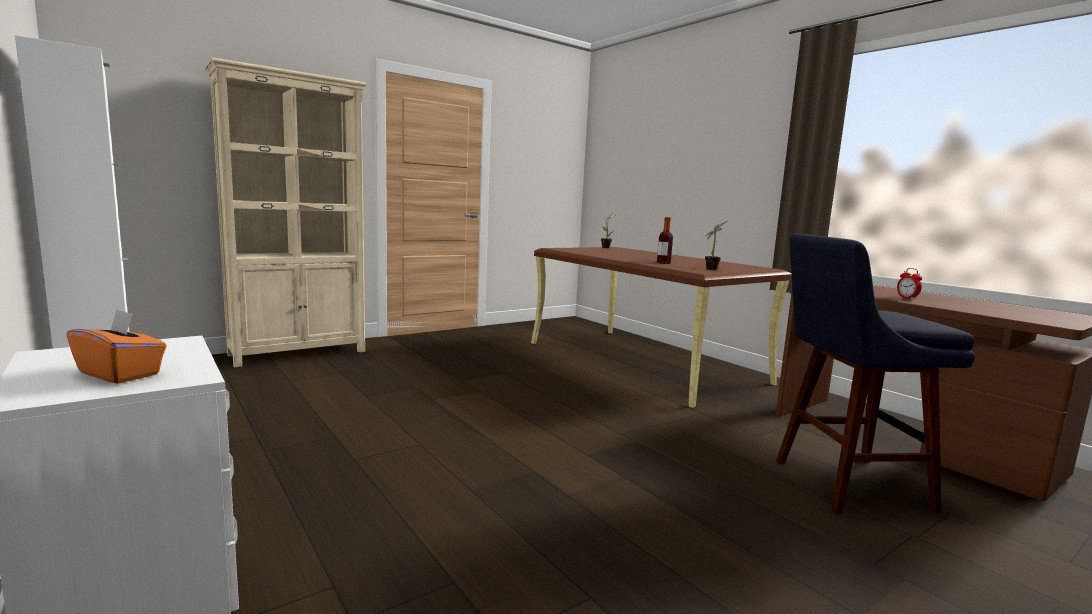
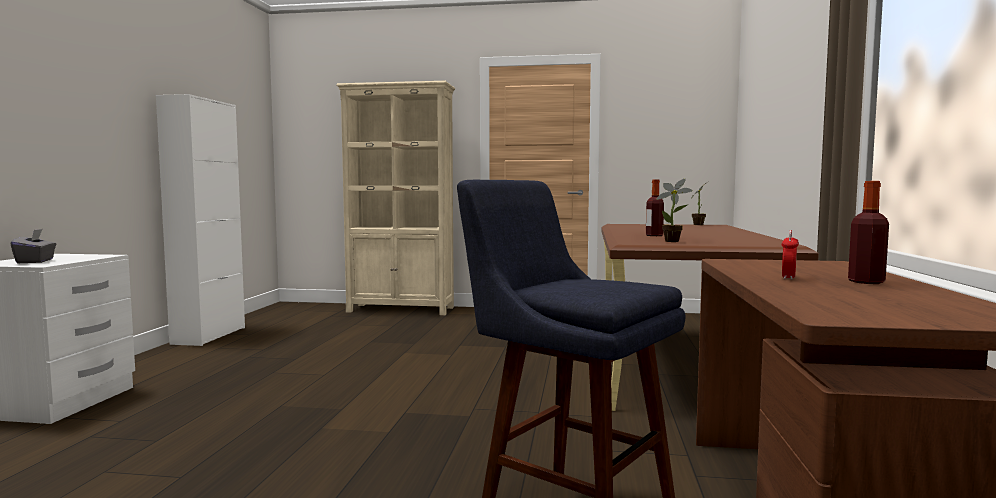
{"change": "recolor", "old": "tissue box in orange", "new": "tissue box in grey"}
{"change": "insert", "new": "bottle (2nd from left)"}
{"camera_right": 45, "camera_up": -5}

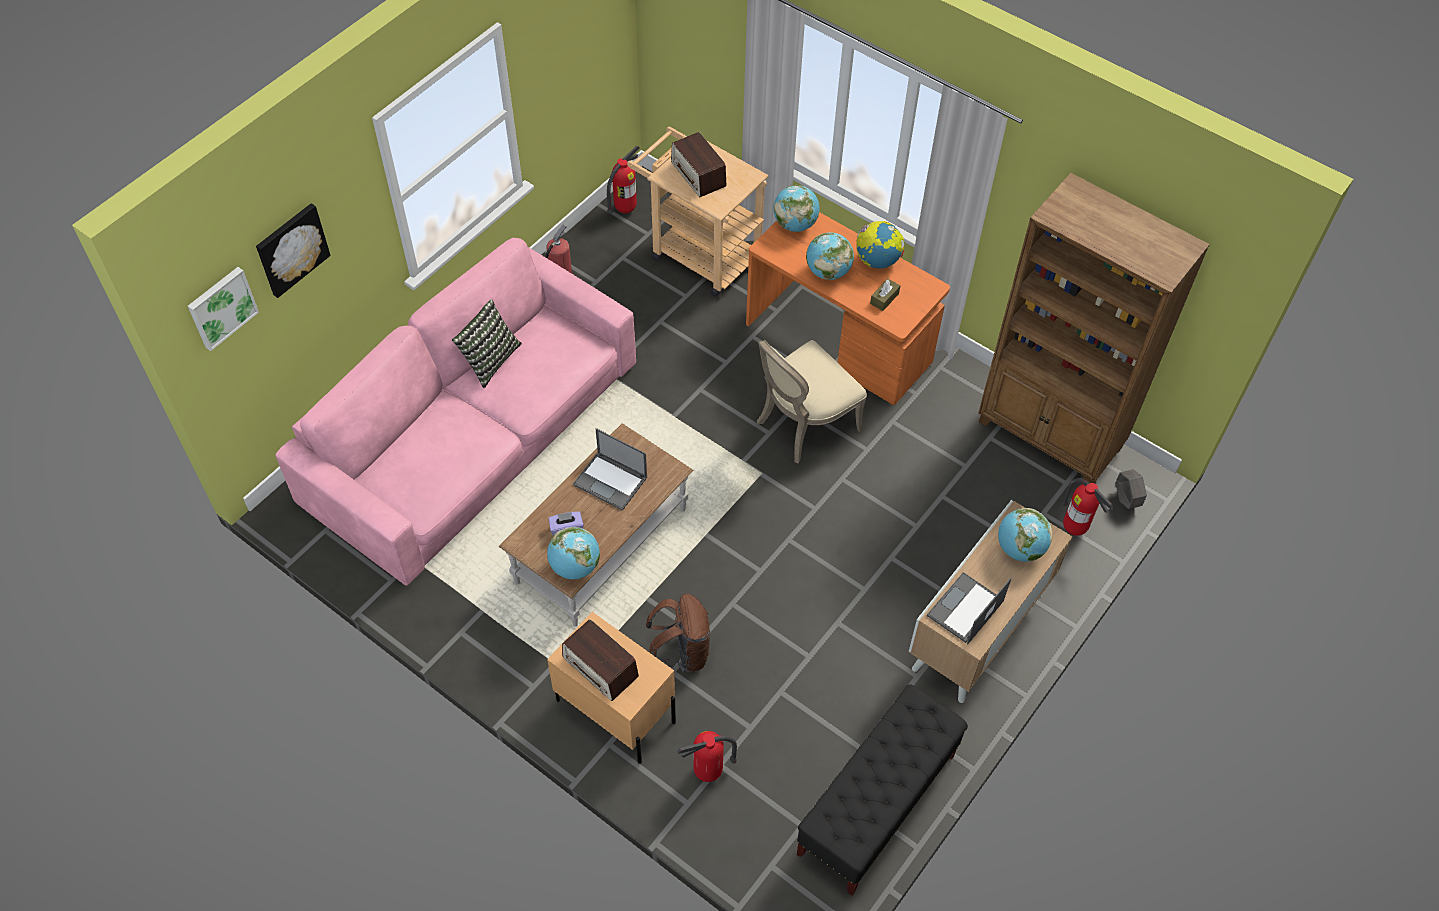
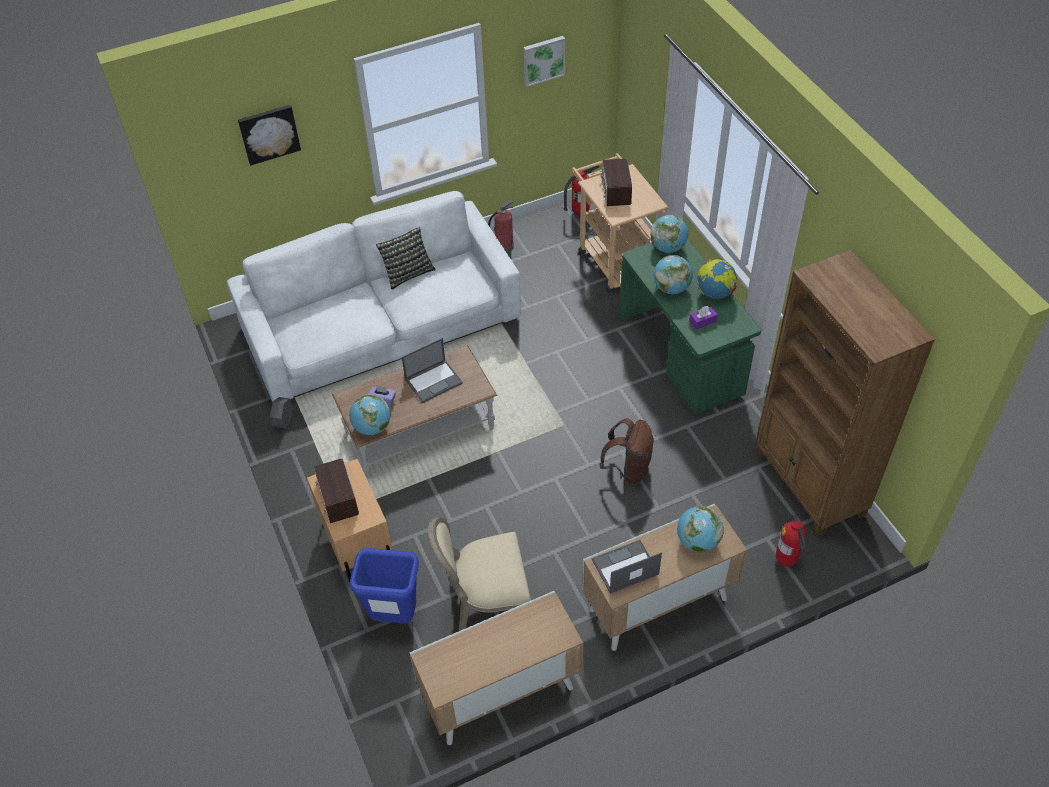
{"change": "move", "old": "picture (1st from left in the first image)", "new": "picture (2nd from left)"}
{"change": "recolor", "old": "sofa in pink", "new": "sofa in white"}
{"change": "rotate", "old": "laptop (1st from left)", "degrees": -90}
{"change": "move", "old": "backpack in brown"}
{"change": "replace", "old": "fire extinguisher (3rd from left)", "new": "trash can in blue"}
{"change": "recolor", "old": "desk in orange", "new": "desk in green"}
{"change": "move", "old": "chair in beige"}
{"change": "replace", "old": "bench in black", "new": "cabinet (1st from left)"}
{"change": "recolor", "old": "tissue box in brown", "new": "tissue box in purple (2nd from left)"}
{"change": "move", "old": "planter in grey"}
{"camera_right": 30, "camera_up": -5}

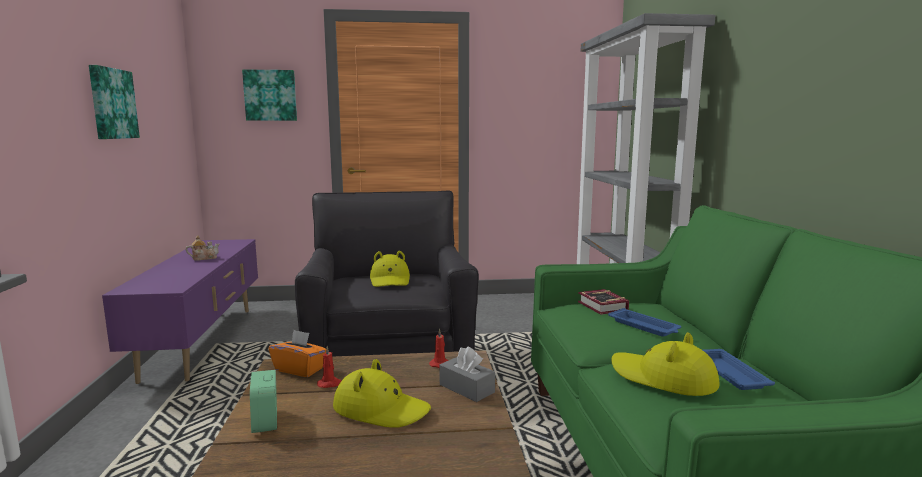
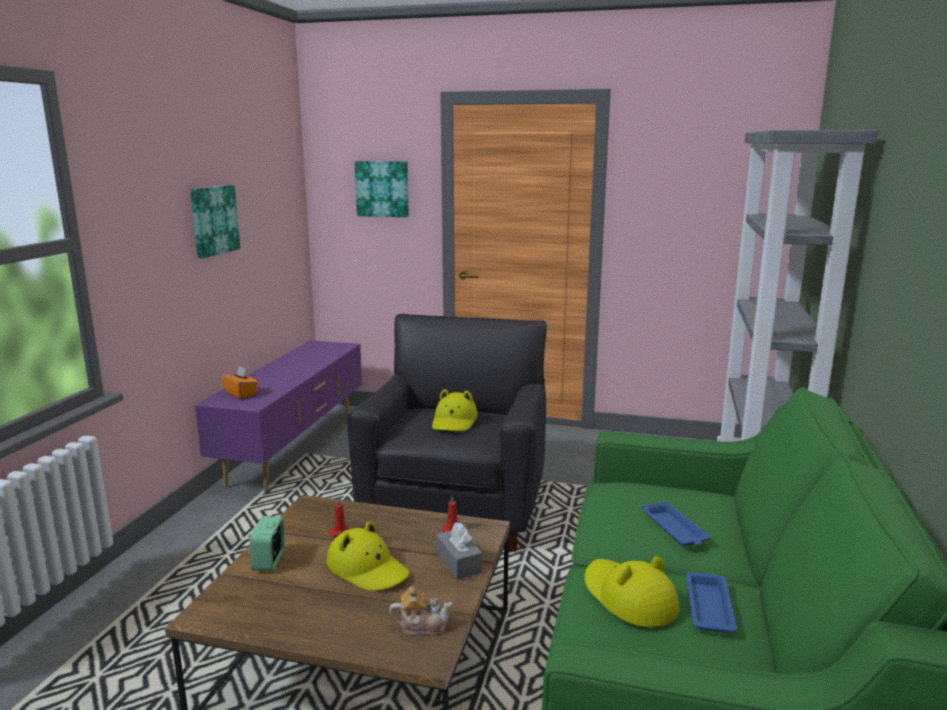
{"change": "move", "old": "teapot"}
{"change": "move", "old": "tissue box in orange"}
{"change": "delete", "old": "book"}
{"camera_right": 20, "camera_up": 5}

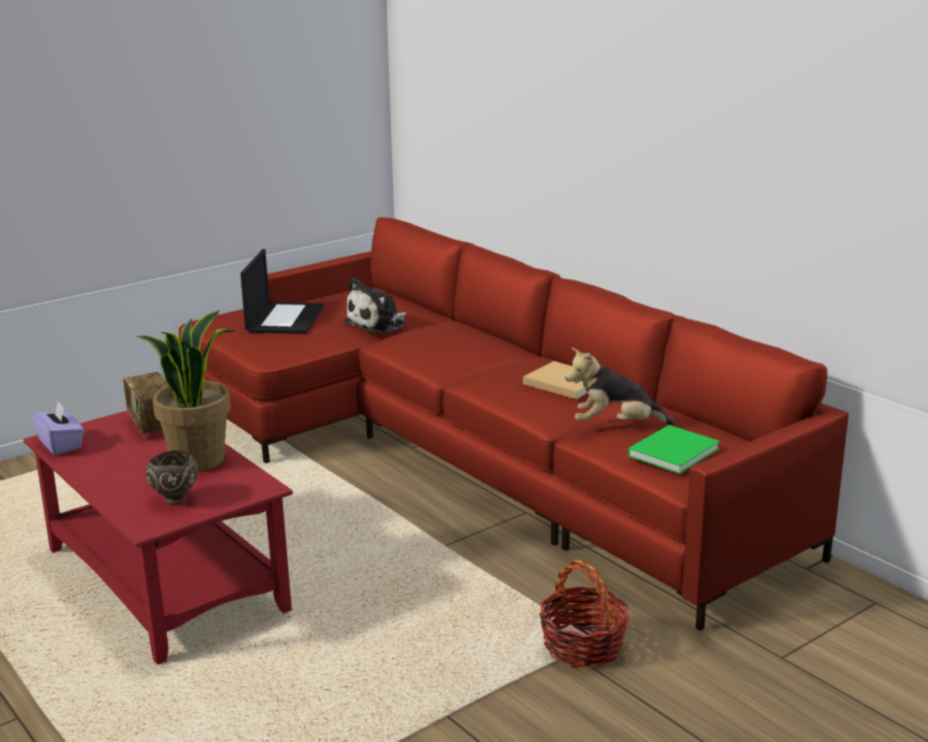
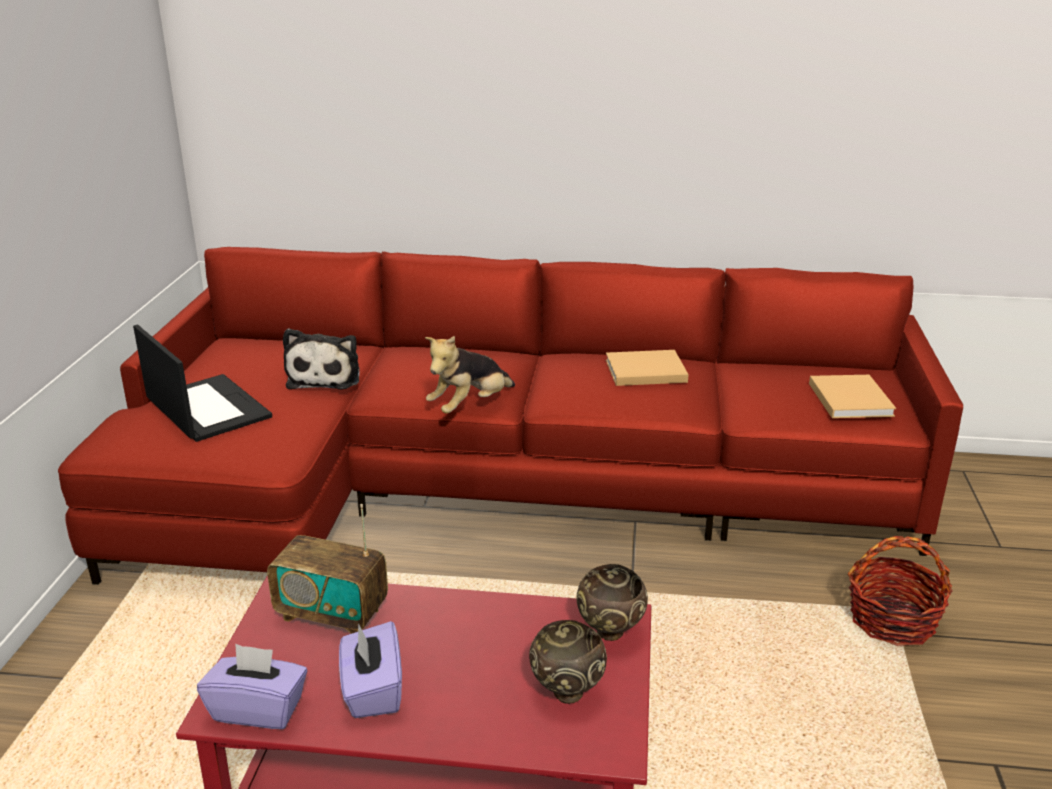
{"change": "delete", "old": "potted plant"}
{"change": "move", "old": "plush toy (2nd from left)"}
{"change": "recolor", "old": "book in green", "new": "book in beige (2nd from left)"}
{"change": "insert", "new": "tissue box in purple (2nd from left)"}
{"change": "insert", "new": "bowl in brown (2nd from left)"}
{"camera_right": -45, "camera_up": 5}

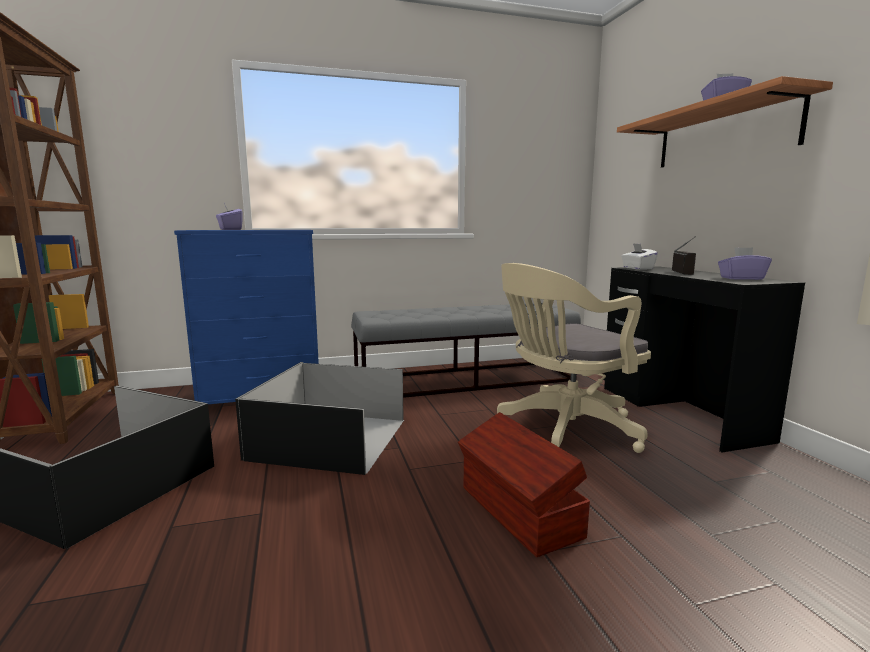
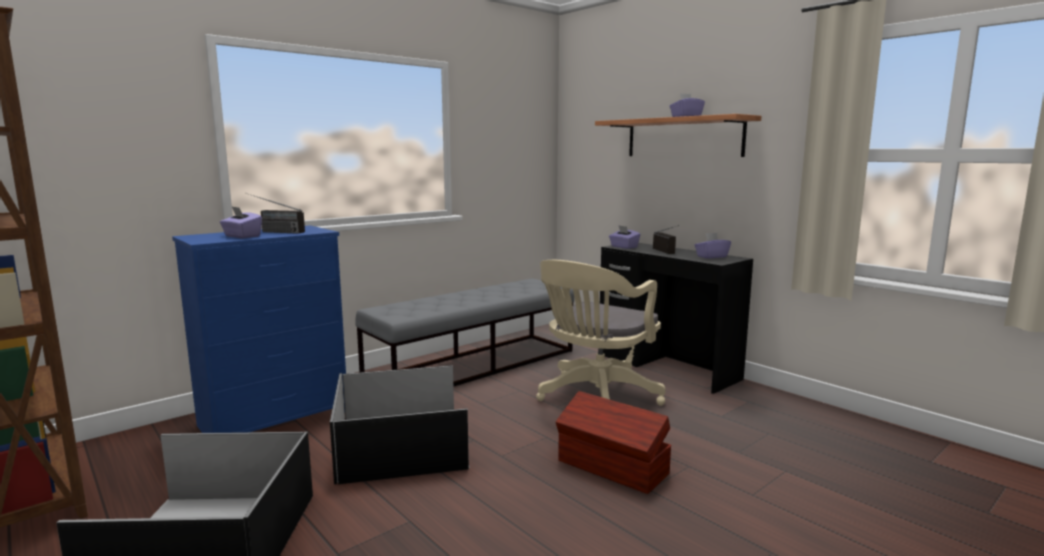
{"change": "recolor", "old": "tissue box in white", "new": "tissue box in purple (2nd from left)"}
{"change": "insert", "new": "radio (1st from left)"}
{"camera_right": -25, "camera_up": 0}

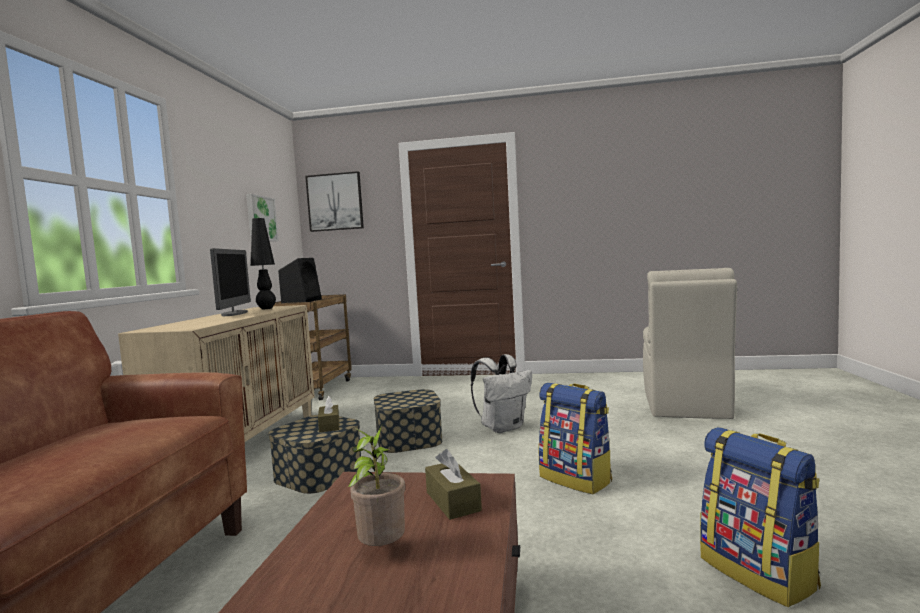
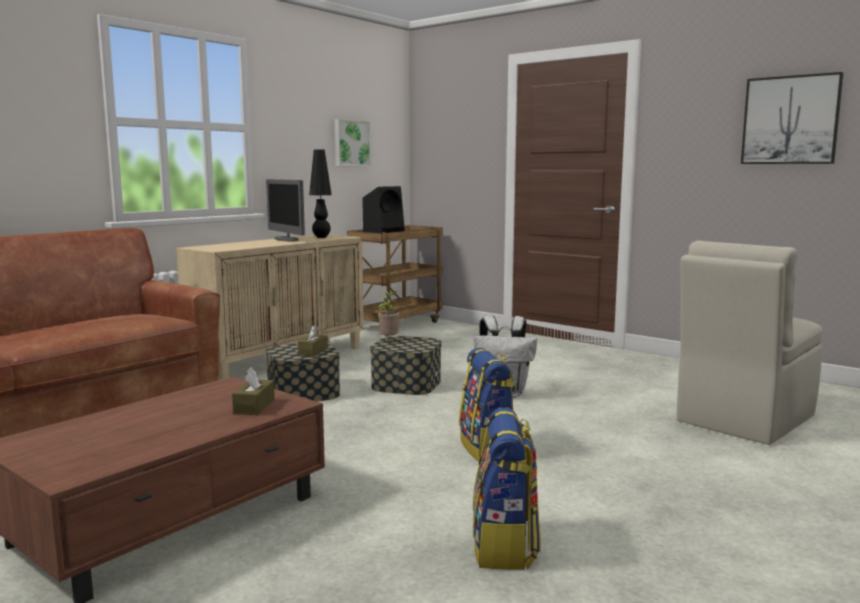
{"change": "rotate", "old": "monitor", "degrees": 120}
{"change": "move", "old": "picture (2nd from left)"}
{"change": "move", "old": "potted plant"}
{"camera_right": 30, "camera_up": 5}

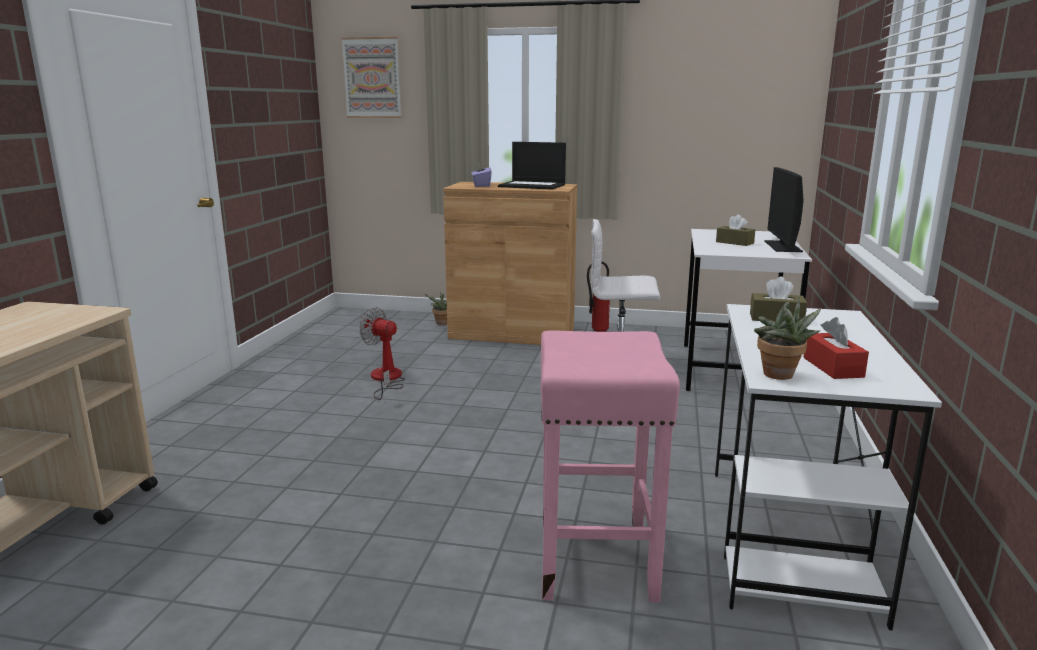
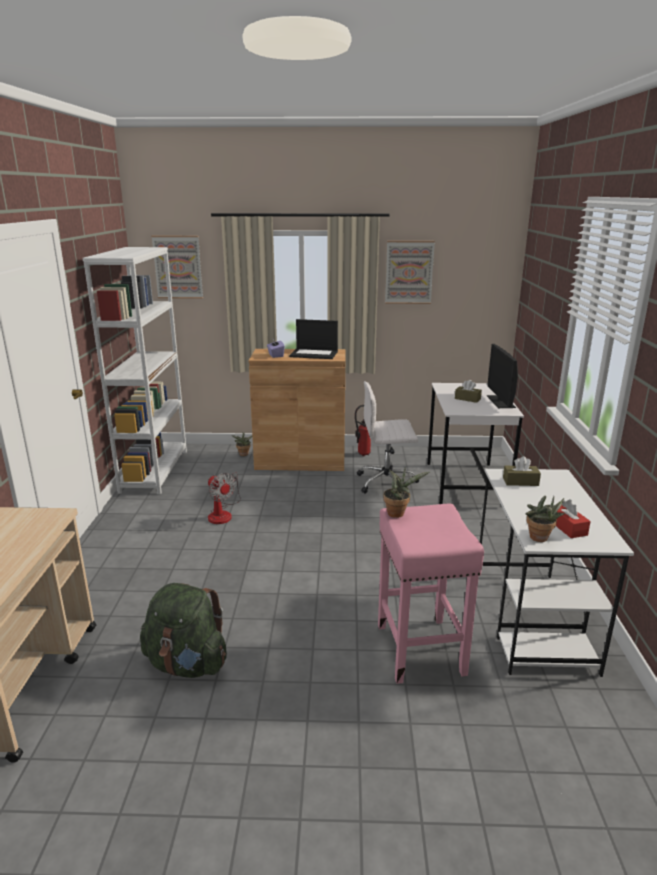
{"change": "rotate", "old": "fan", "degrees": -150}
{"change": "insert", "new": "bookcase in white"}
{"change": "insert", "new": "backpack in green"}
{"change": "insert", "new": "potted plant (2nd from left)"}
{"change": "insert", "new": "picture (2nd from left)"}
{"camera_right": -10, "camera_up": 5}

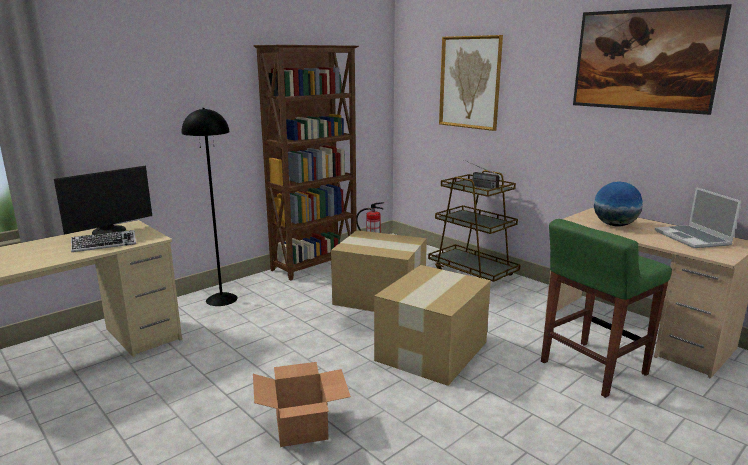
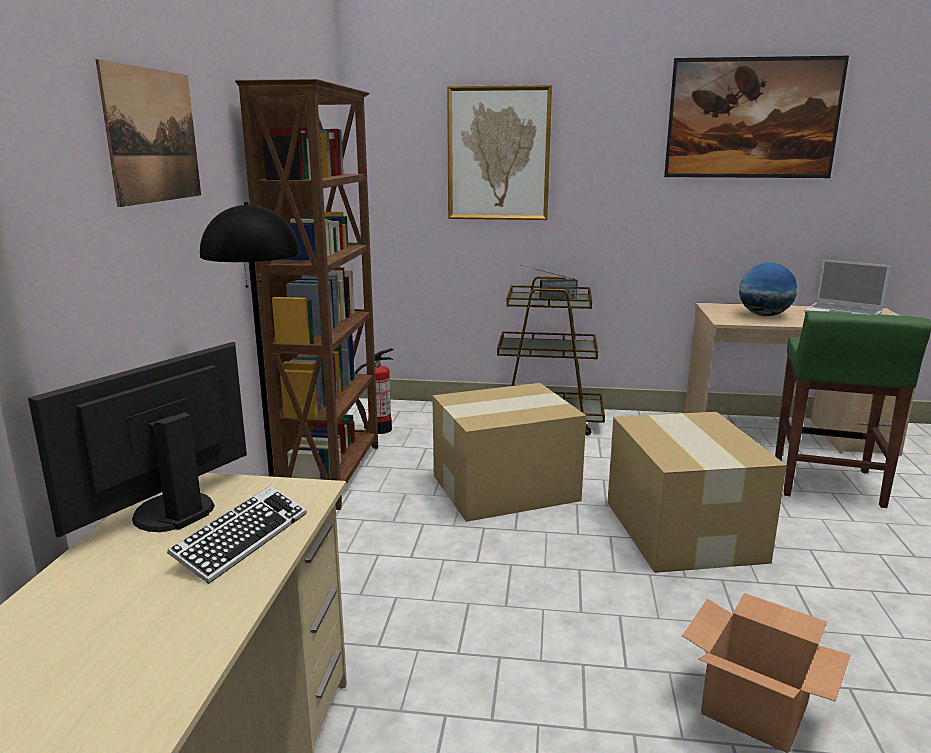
{"change": "rotate", "old": "monitor", "degrees": -150}
{"change": "insert", "new": "picture (1st from left)"}
{"camera_right": -40, "camera_up": 0}

